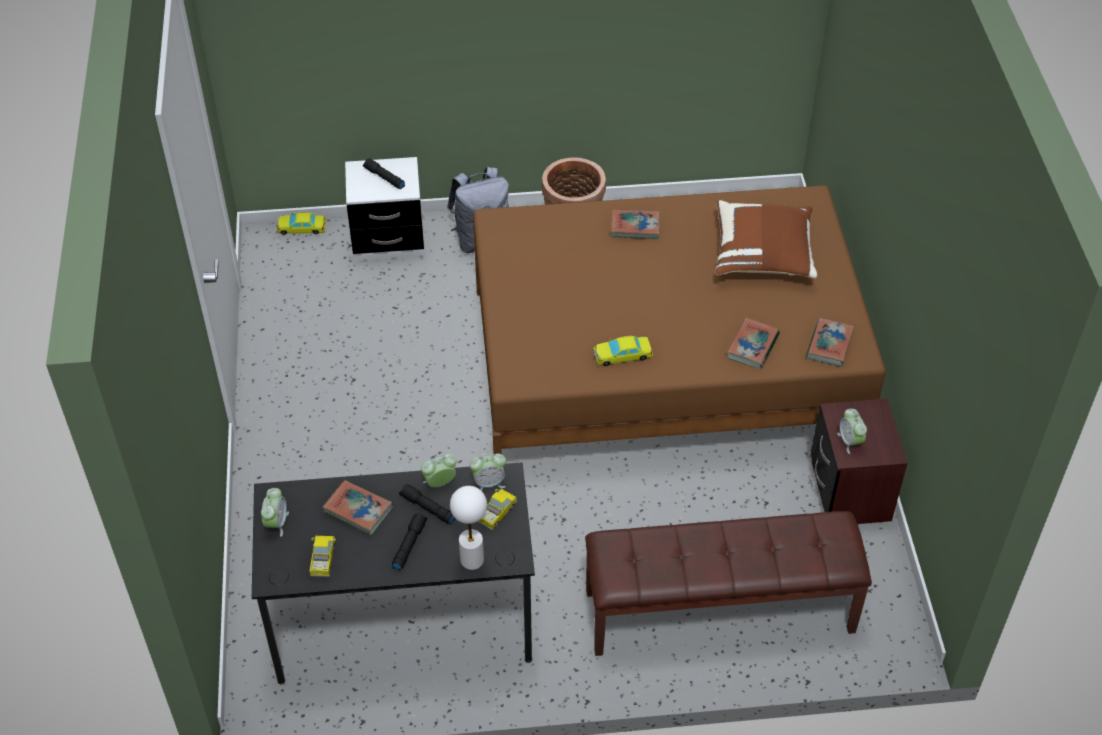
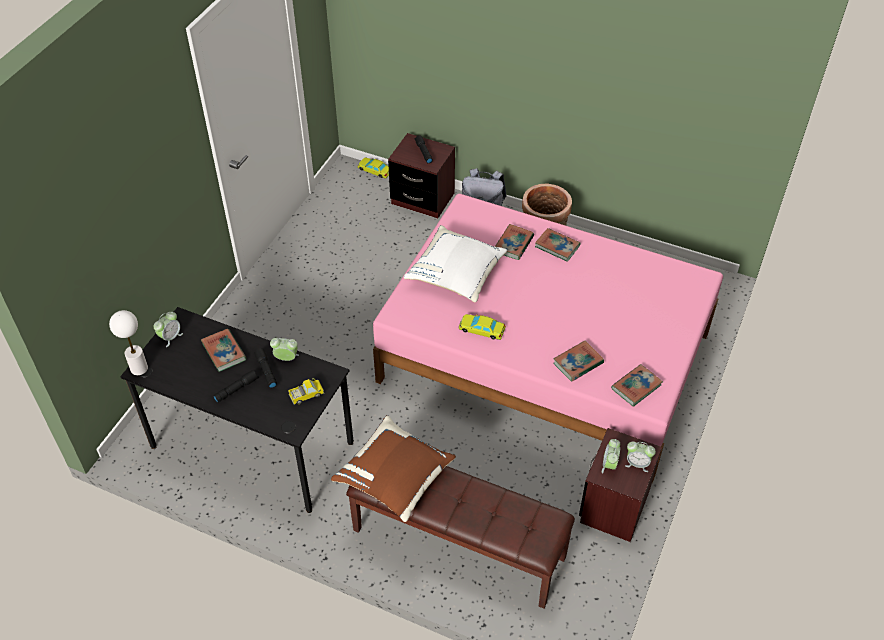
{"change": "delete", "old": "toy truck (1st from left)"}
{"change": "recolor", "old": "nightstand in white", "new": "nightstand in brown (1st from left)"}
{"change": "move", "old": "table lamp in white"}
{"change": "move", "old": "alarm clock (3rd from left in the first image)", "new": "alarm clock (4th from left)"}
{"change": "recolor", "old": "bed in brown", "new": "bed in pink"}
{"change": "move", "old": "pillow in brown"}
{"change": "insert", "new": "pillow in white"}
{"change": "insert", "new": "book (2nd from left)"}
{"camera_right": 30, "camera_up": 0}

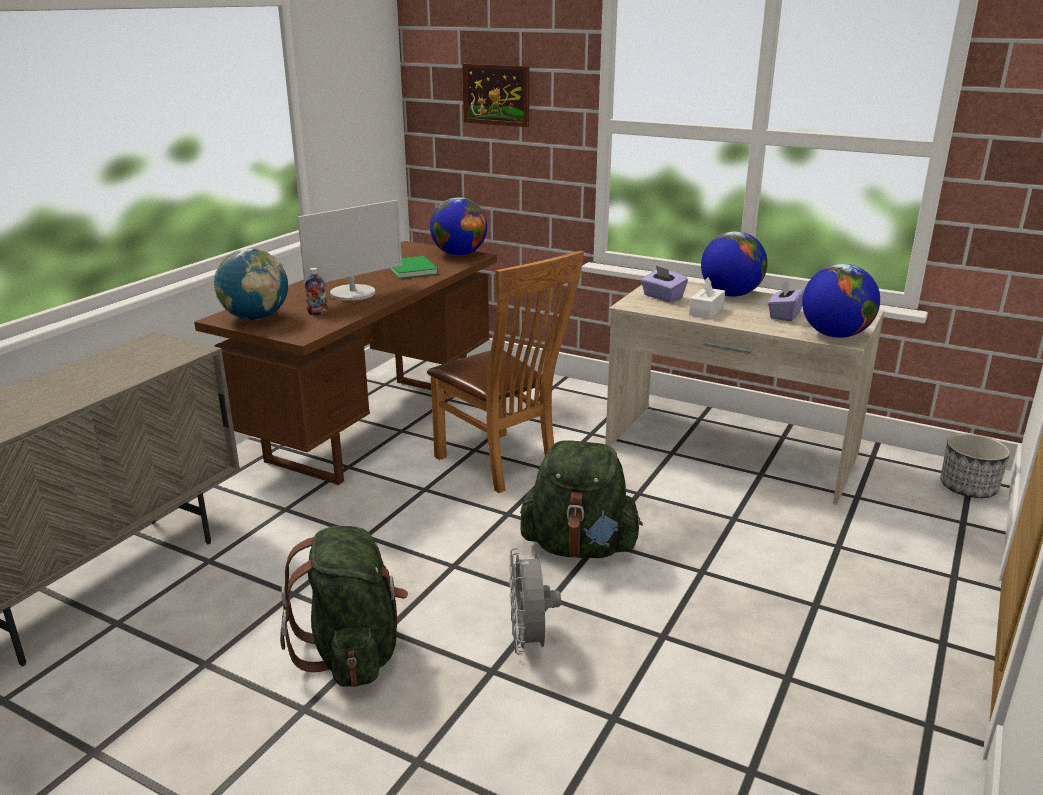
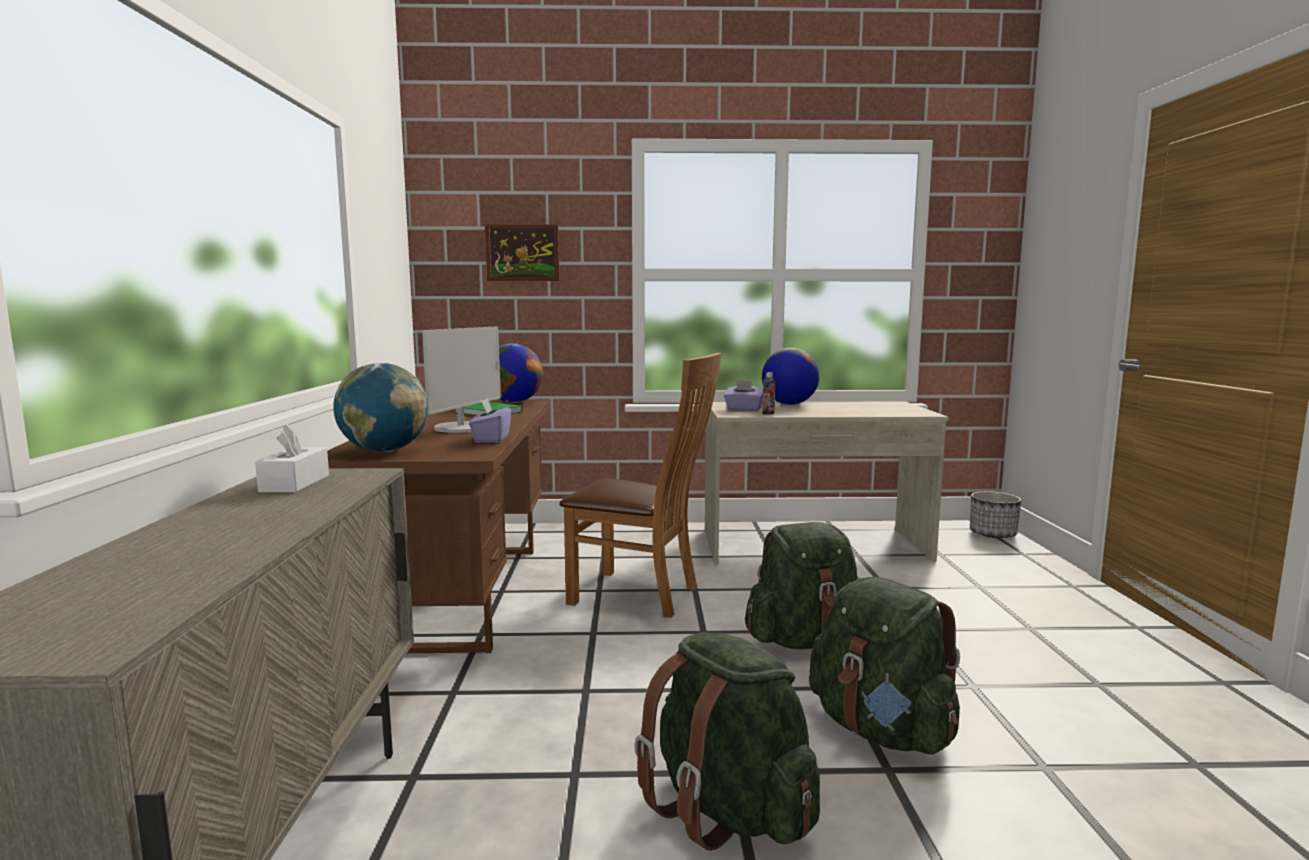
{"change": "move", "old": "bottle"}
{"change": "replace", "old": "fan in grey", "new": "backpack in green (3rd from left)"}
{"change": "move", "old": "tissue box in white"}
{"change": "move", "old": "tissue box in purple (2nd from left in the first image)", "new": "tissue box in purple (1st from left)"}
{"change": "delete", "old": "globe (4th from left)"}
{"camera_right": -30, "camera_up": -15}

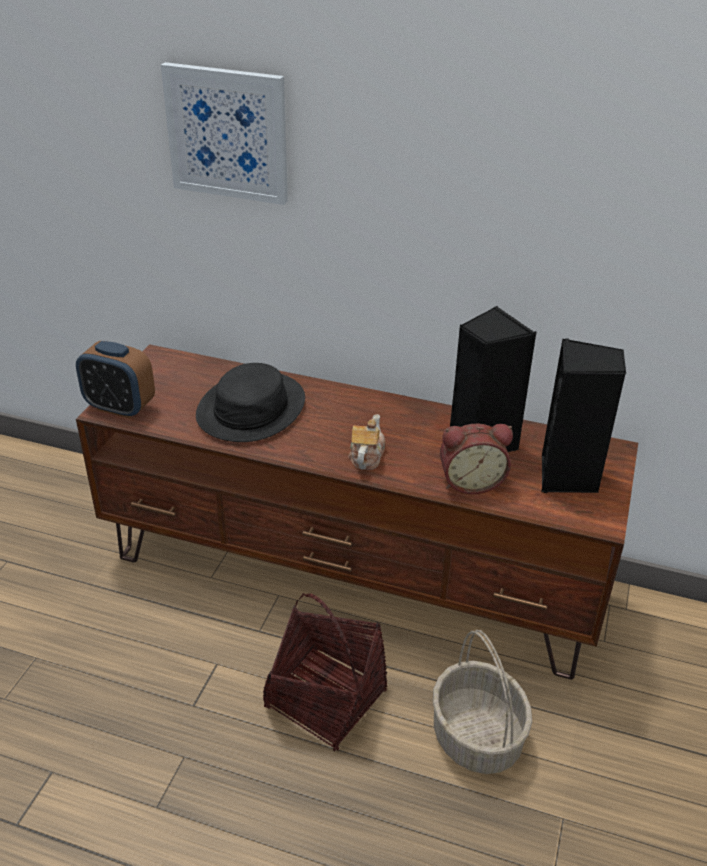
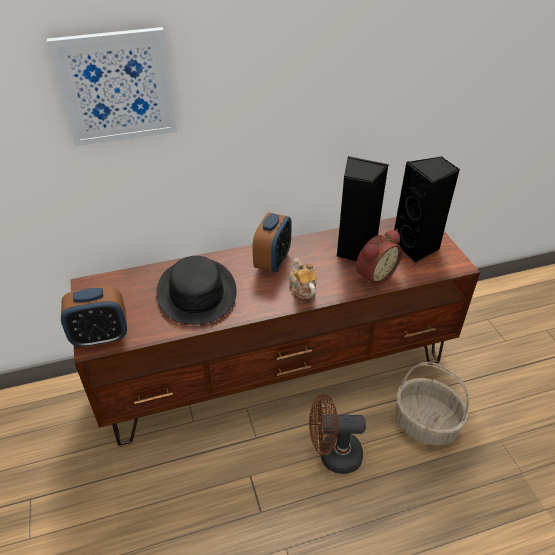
{"change": "replace", "old": "basket (1st from left)", "new": "fan in brown"}
{"change": "insert", "new": "alarm clock (2nd from left)"}
{"camera_right": -35, "camera_up": 5}

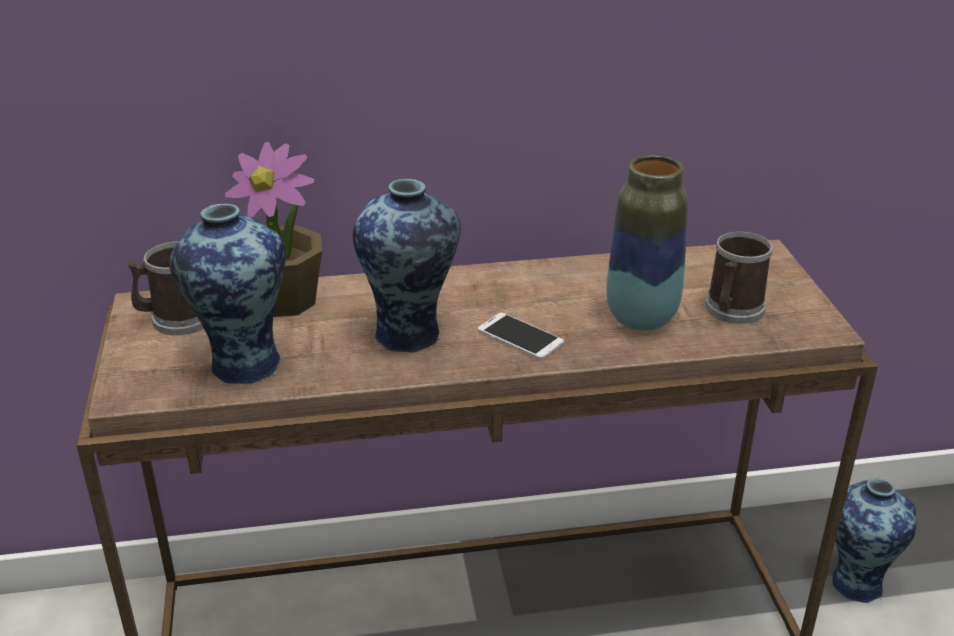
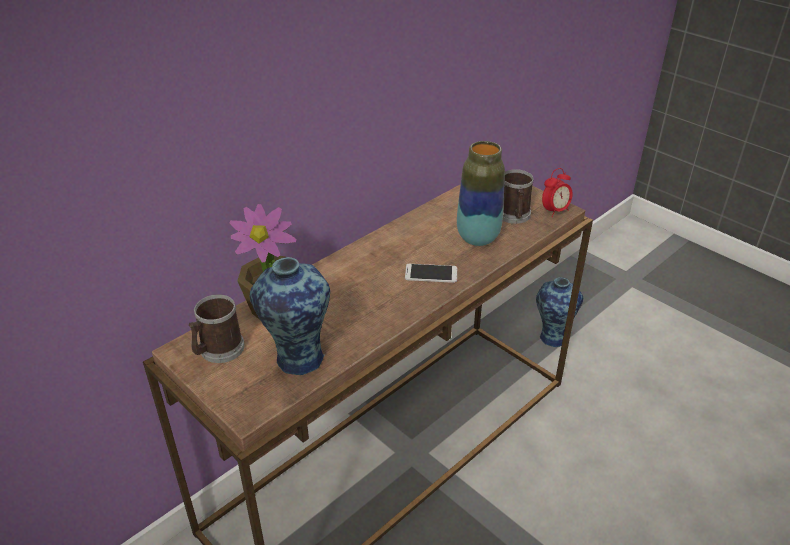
{"change": "delete", "old": "vase (2nd from left)"}
{"change": "insert", "new": "alarm clock"}
{"camera_right": -35, "camera_up": 5}

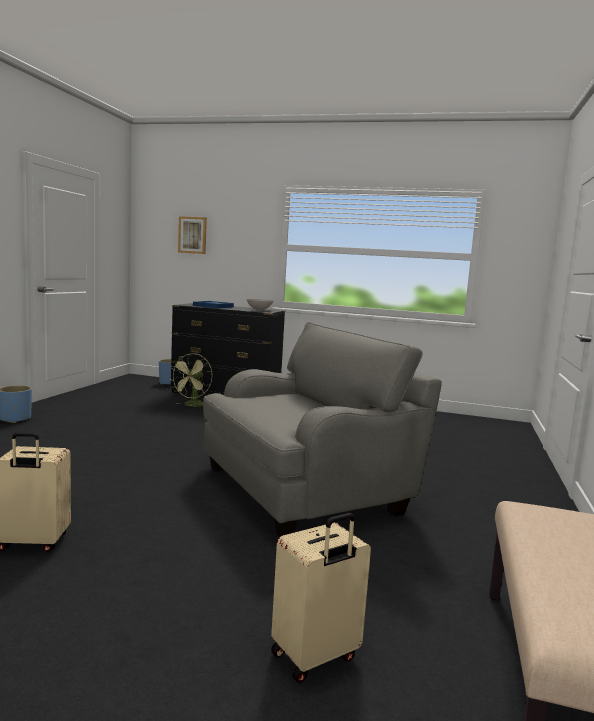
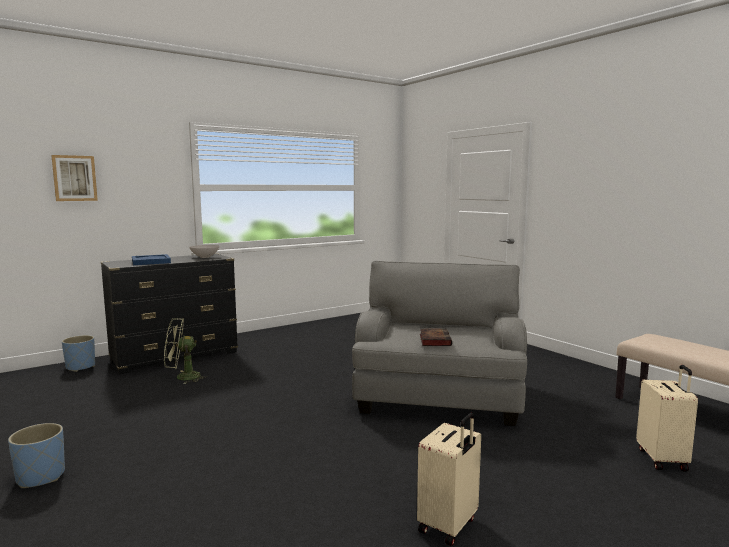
{"change": "rotate", "old": "fan in green", "degrees": 105}
{"change": "insert", "new": "book"}
{"camera_right": -50, "camera_up": 0}

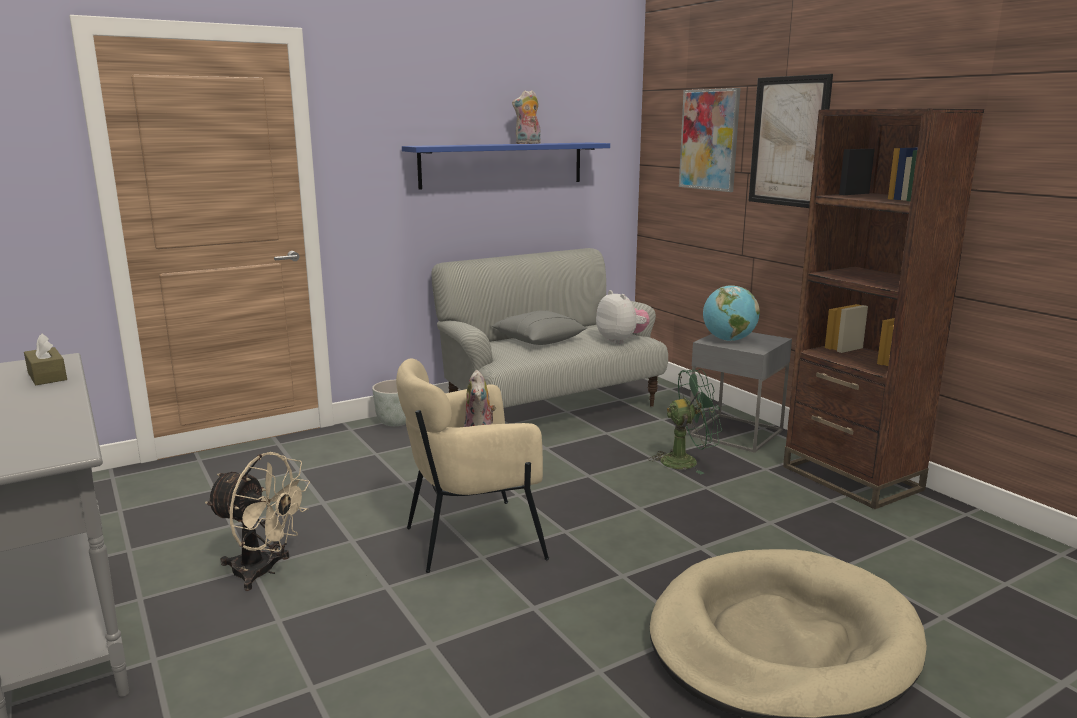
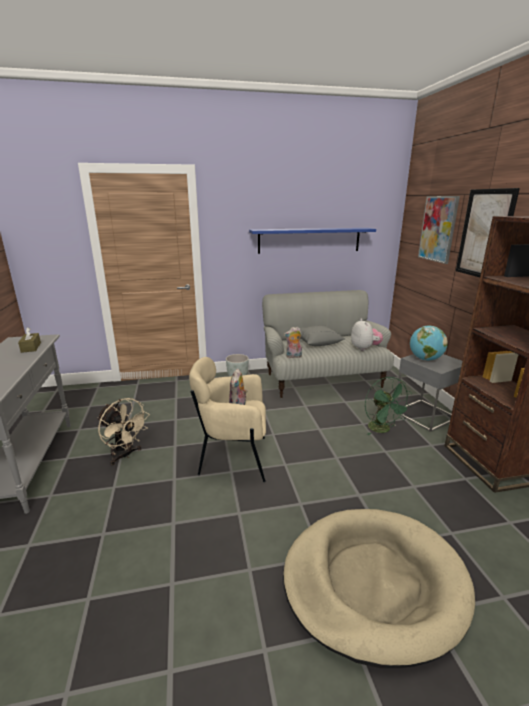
{"change": "move", "old": "plush toy (2nd from left)"}
{"change": "rotate", "old": "fan in green", "degrees": 60}
{"camera_right": 20, "camera_up": 5}

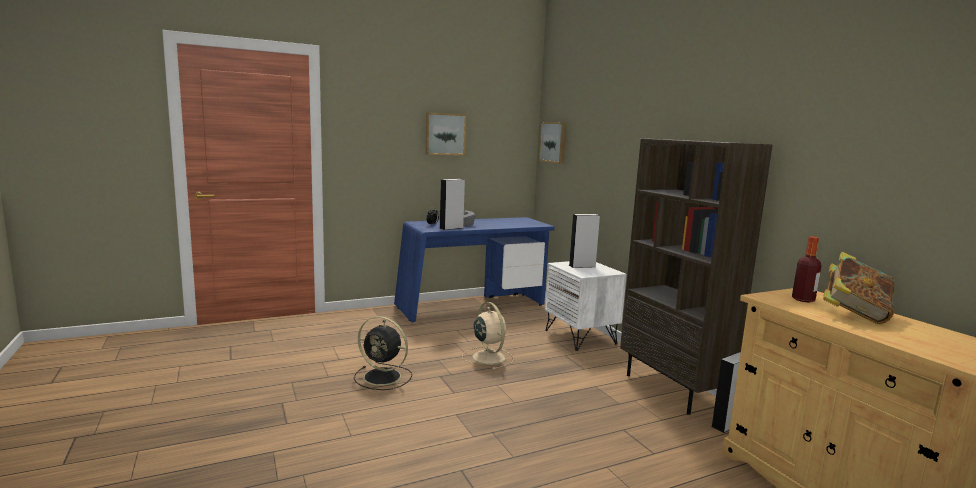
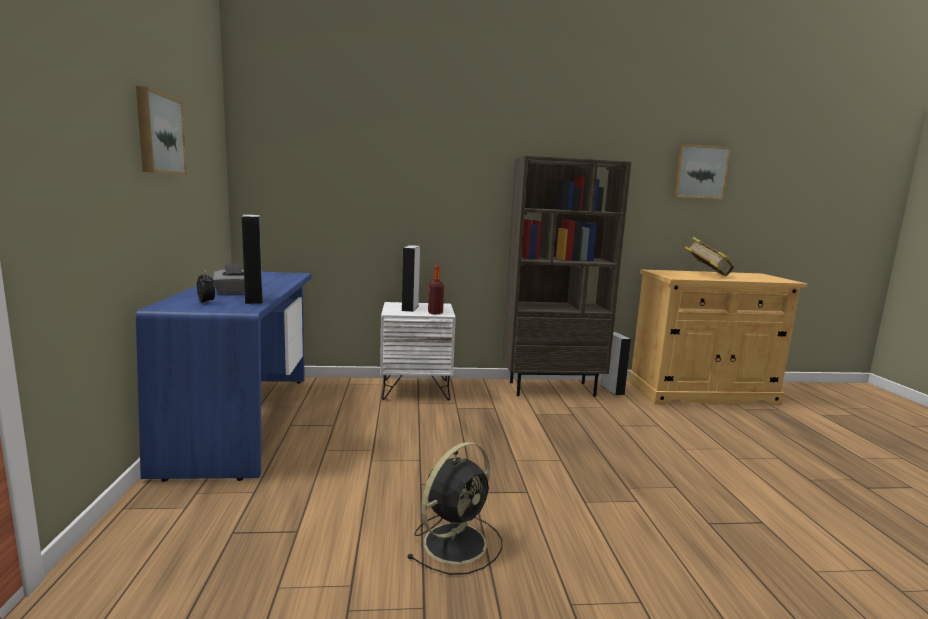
{"change": "delete", "old": "fan in beige"}
{"change": "move", "old": "picture (2nd from left)"}
{"change": "move", "old": "bottle"}
{"camera_right": -70, "camera_up": 0}

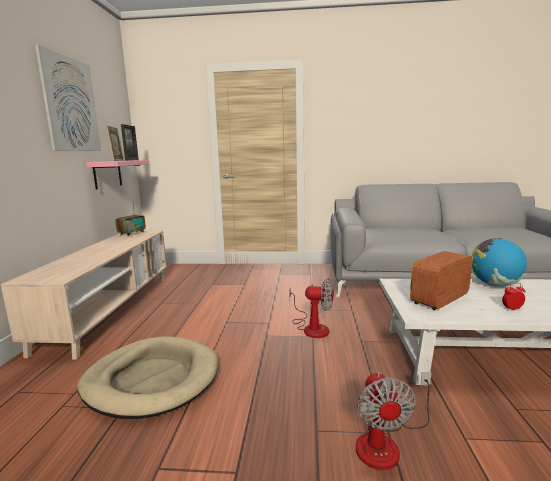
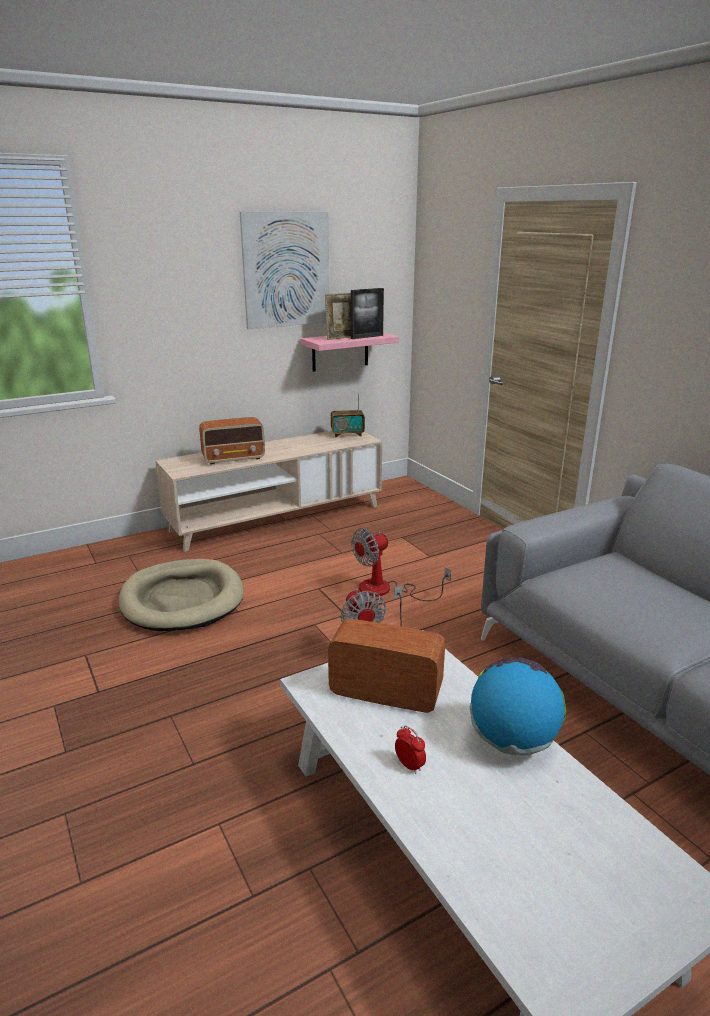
{"change": "move", "old": "fan (2nd from left)"}
{"change": "insert", "new": "radio (1st from left)"}
{"camera_right": 55, "camera_up": 10}

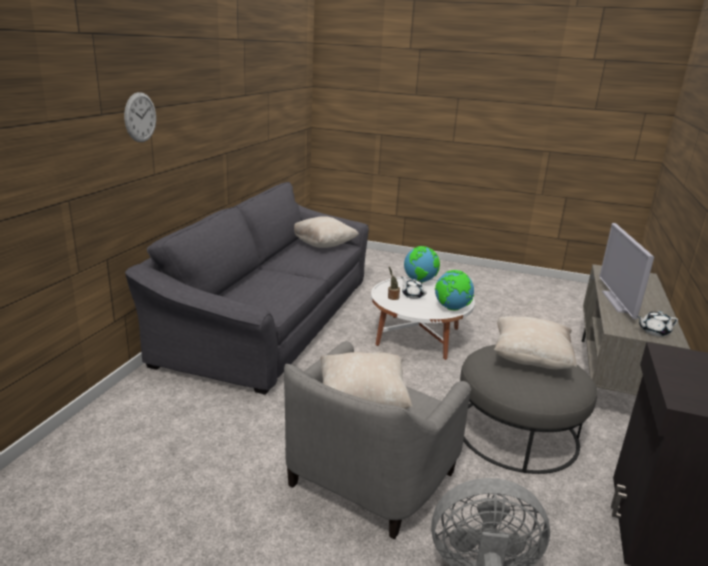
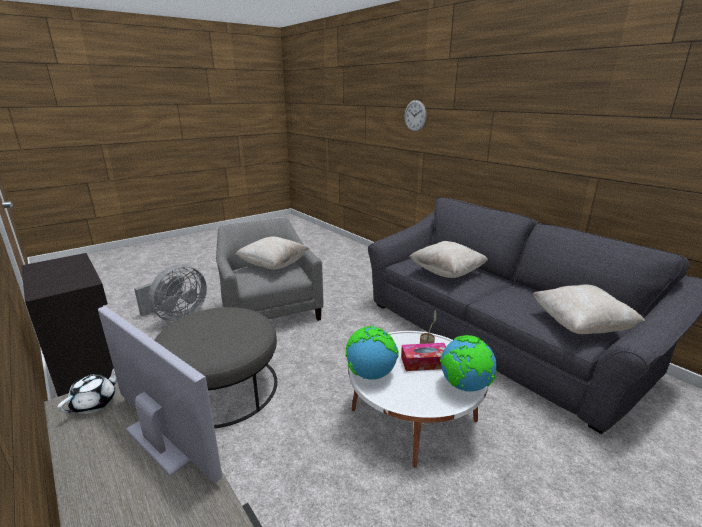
{"change": "move", "old": "wall clock"}
{"change": "replace", "old": "teapot in white (1st from left)", "new": "tissue box"}
{"change": "move", "old": "pillow in beige (3rd from left in the first image)", "new": "pillow in beige (2nd from left)"}
{"camera_right": 125, "camera_up": 0}

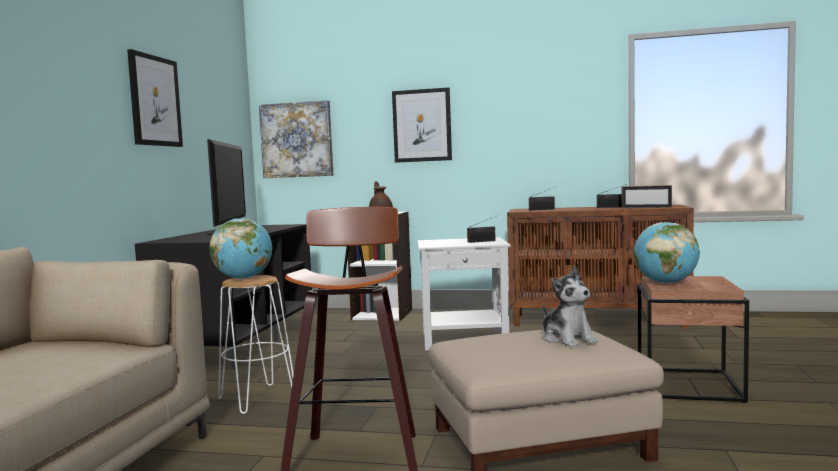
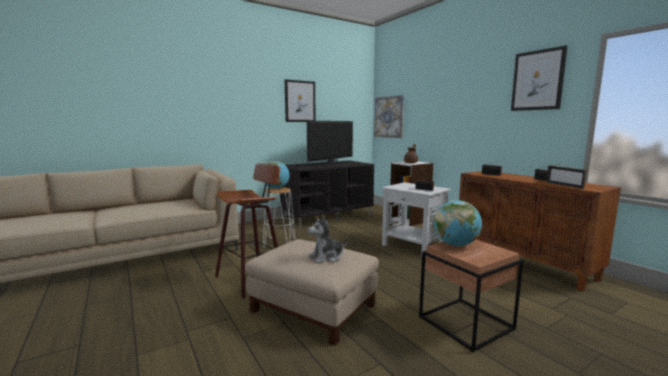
{"change": "move", "old": "picture (3rd from left)"}
{"change": "rotate", "old": "plush toy", "degrees": 45}
{"camera_right": 45, "camera_up": 5}

